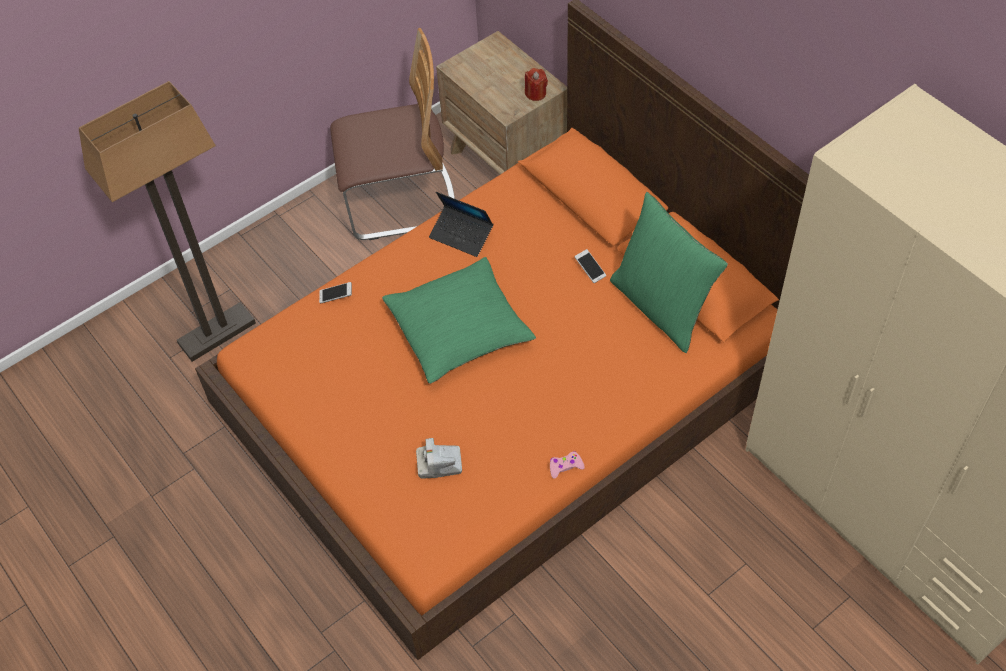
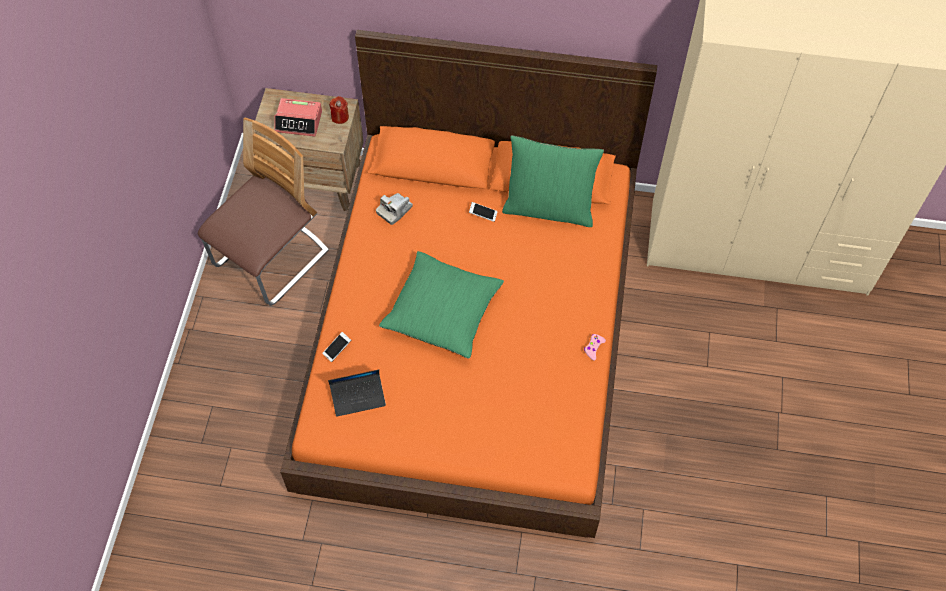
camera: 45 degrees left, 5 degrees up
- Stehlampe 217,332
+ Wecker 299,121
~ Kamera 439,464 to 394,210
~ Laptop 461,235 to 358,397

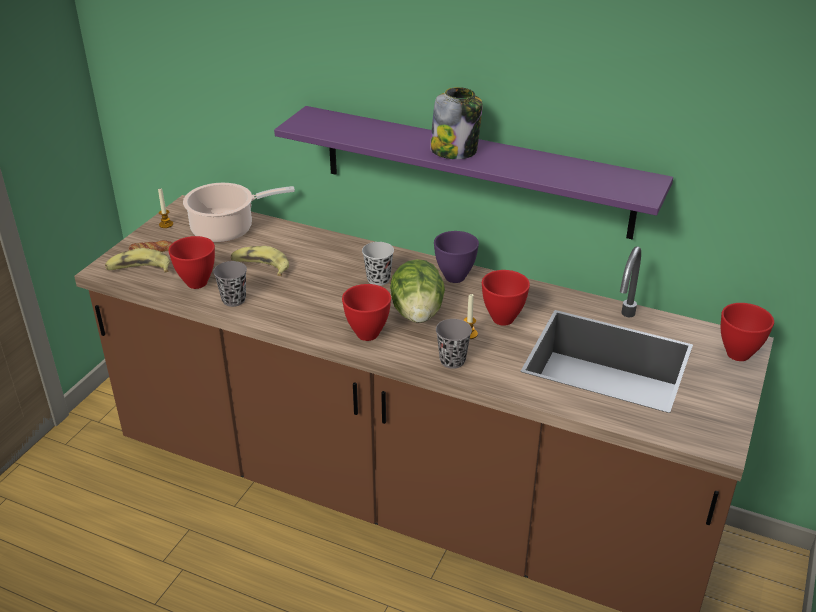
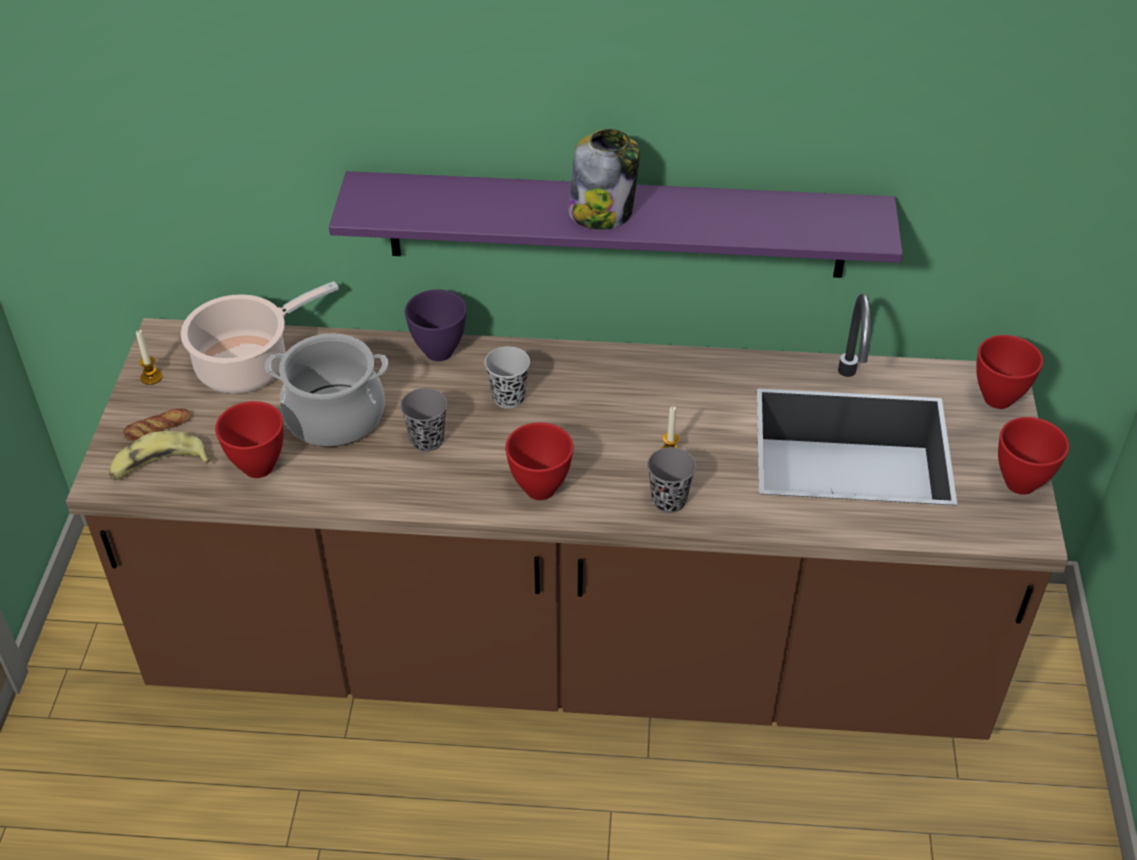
camera: 20 degrees left, 10 degrees up
- Salatkopf 417,313
~ Tasse/grau 234,300 to 427,440
~ Schüssel/lila 454,278 to 439,353
~ Schüssel/rot 503,318 to 1020,482
~ Banane 261,267 to Kochtopf 334,417

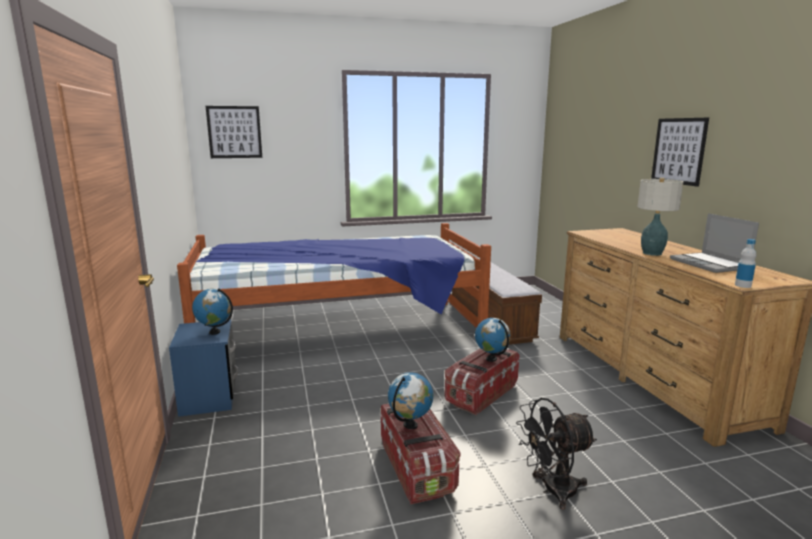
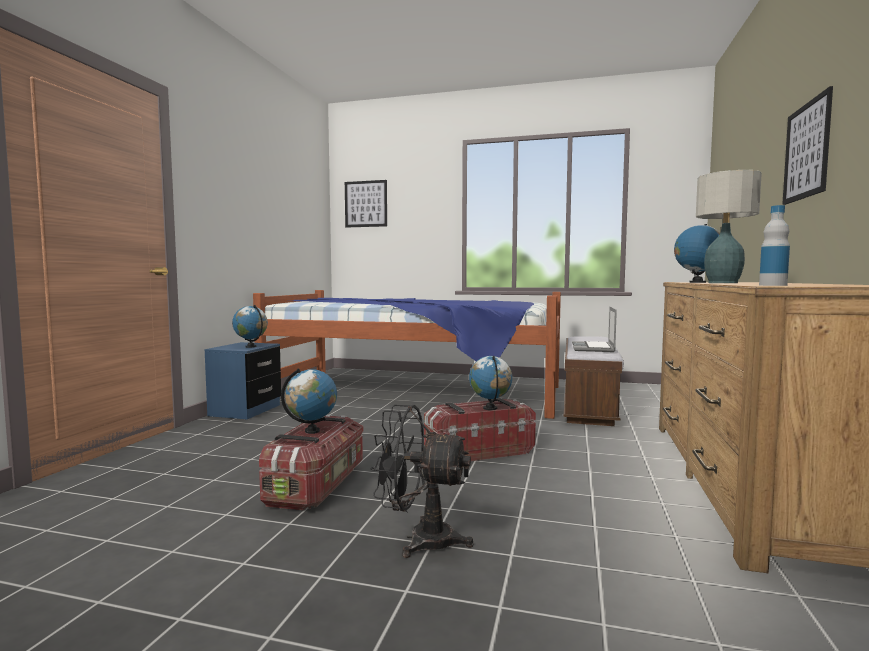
camera: 30 degrees right, 10 degrees down
+ Globus 697,282
~ Laptop 710,264 to 593,348

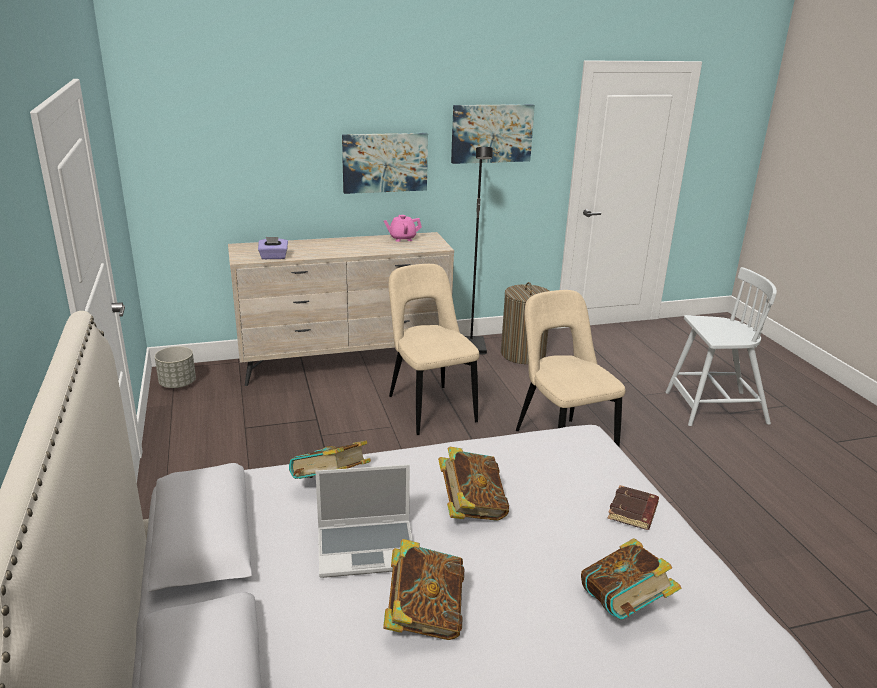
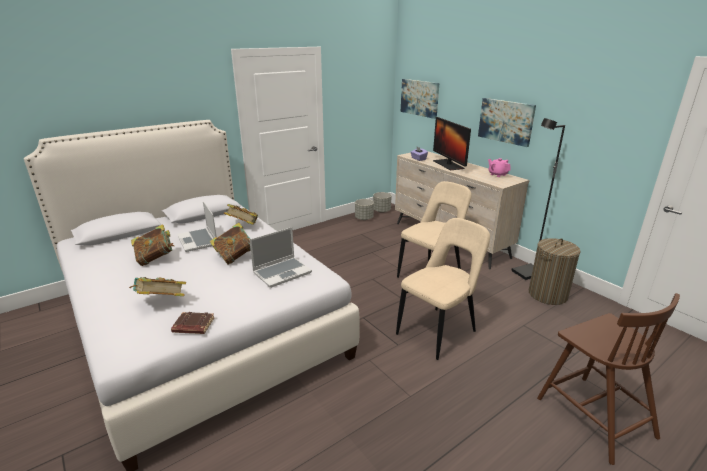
camera: 70 degrees right, 0 degrees up
+ Laptop 282,272
+ Pflanzkübel/grau 364,218
+ Monitor 448,164
~ Bild 491,133 to 419,98
~ Buch/braun 633,512 to 193,326
~ Stuhl/weiß 714,408 to Stuhl/braun 593,415

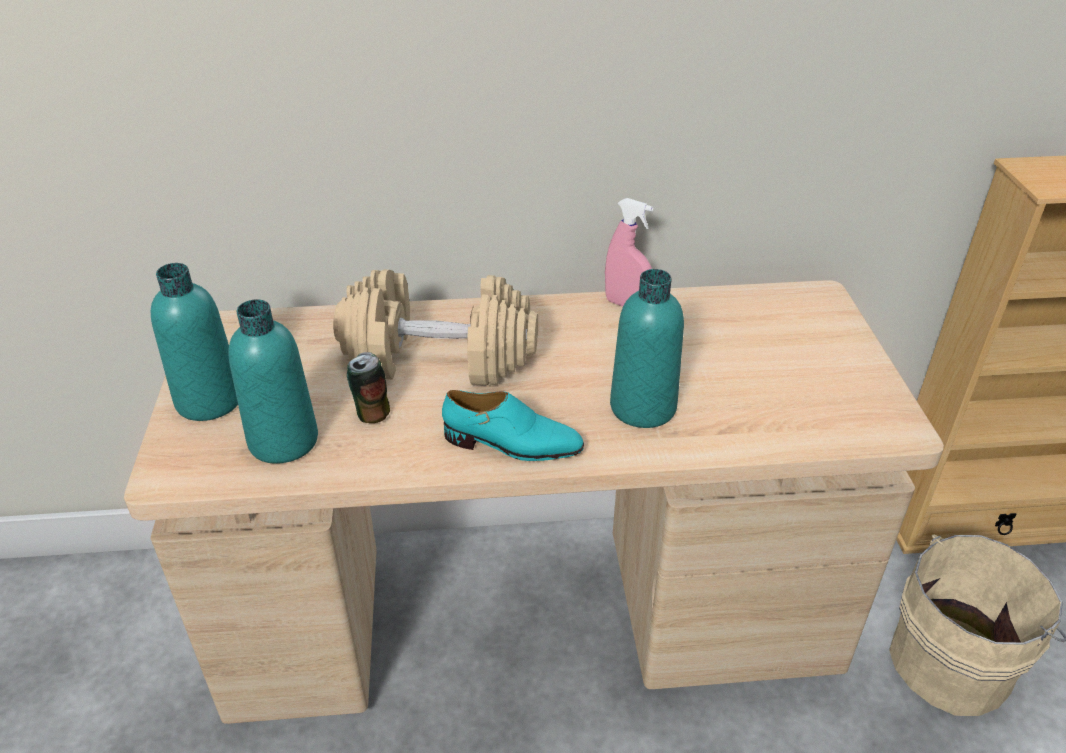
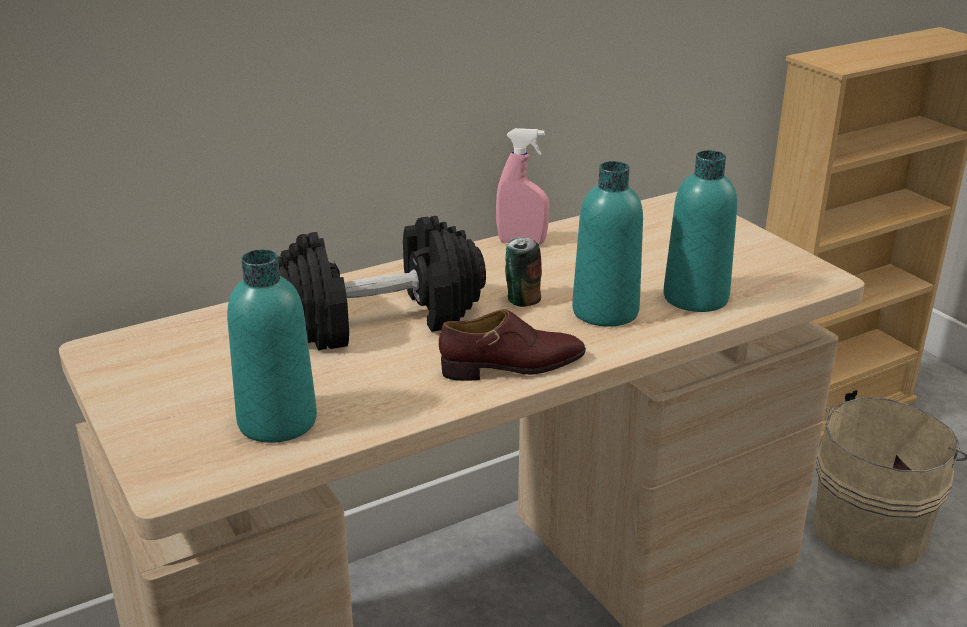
camera: 25 degrees left, 10 degrees down
~ Flasche/türkis 209,400 to 695,298
~ Dose 372,413 to 522,300
~ Hantel/beige 440,357 to Hantel/schwarz 379,318
~ Schuh/türkis 512,444 to Schuh/braun 513,366

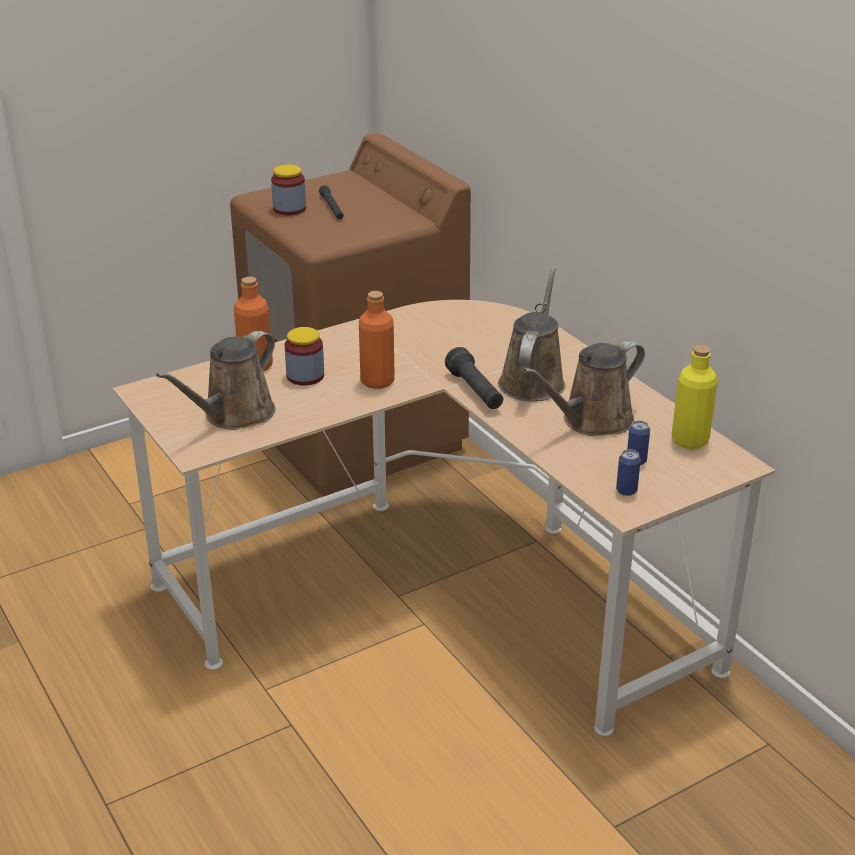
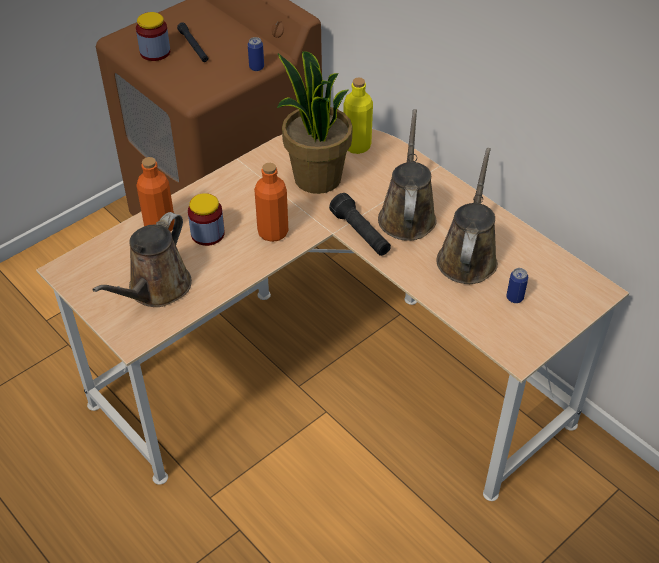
camera: 10 degrees left, 15 degrees up
+ Topfpflanze 316,178
~ Dose 626,491 to 256,67
~ Flasche/gelb 690,440 to 357,146
~ Gießkanne/braun 592,421 = 467,256 150 degrees clockwise

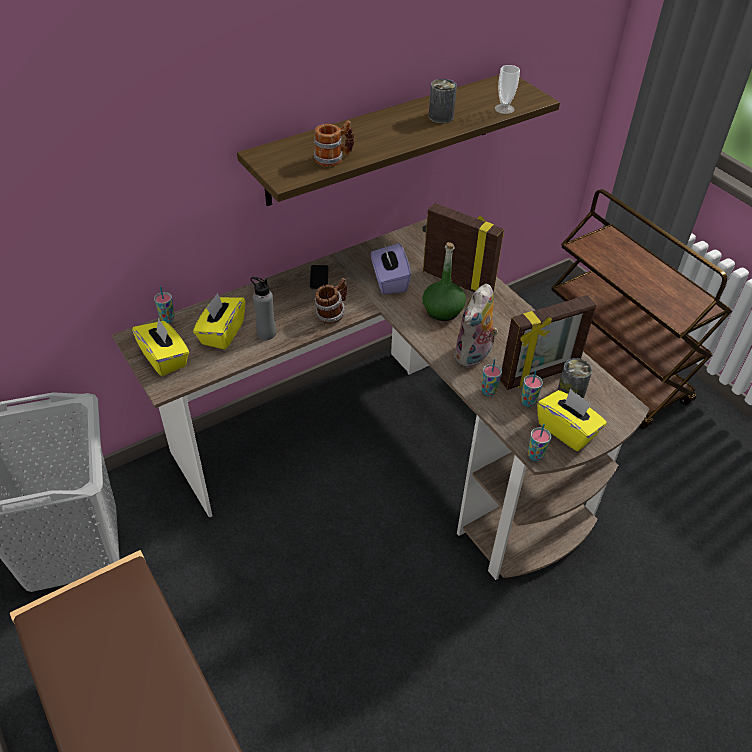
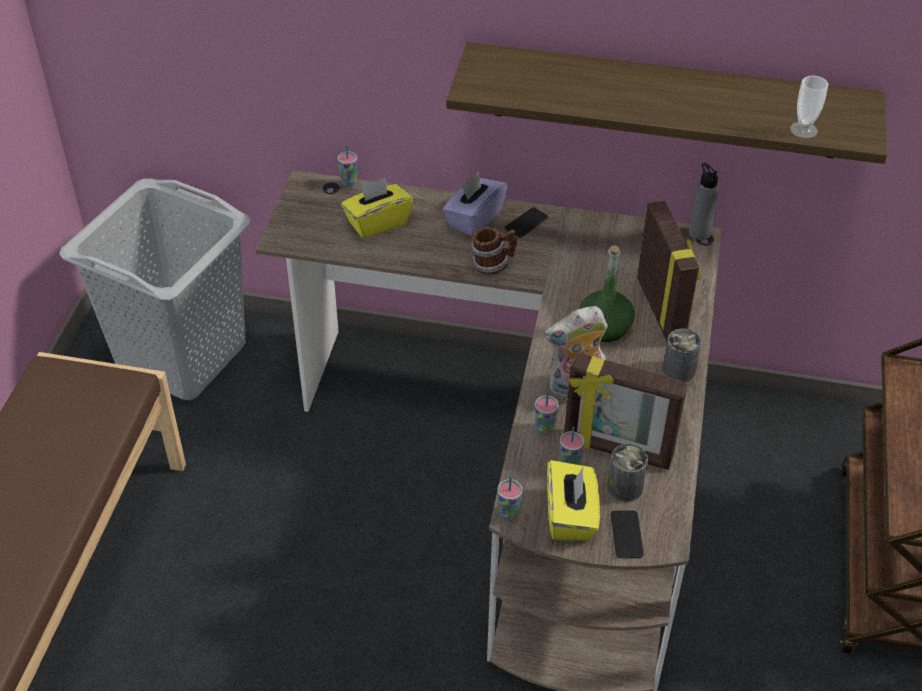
camera: 45 degrees right, 0 degrees up
- Taschentuchbox/gelb 165,358
- Henkelbecher 334,158
+ Handy 626,535
~ Flasche/grau 266,333 to 699,232
~ Taschentuchbox/lila 389,281 to 474,219
~ Dose 441,117 to 679,371

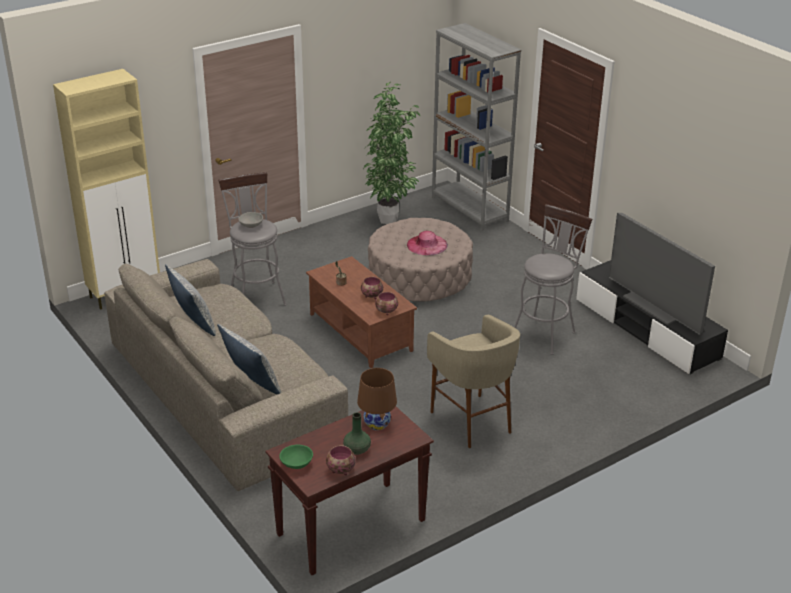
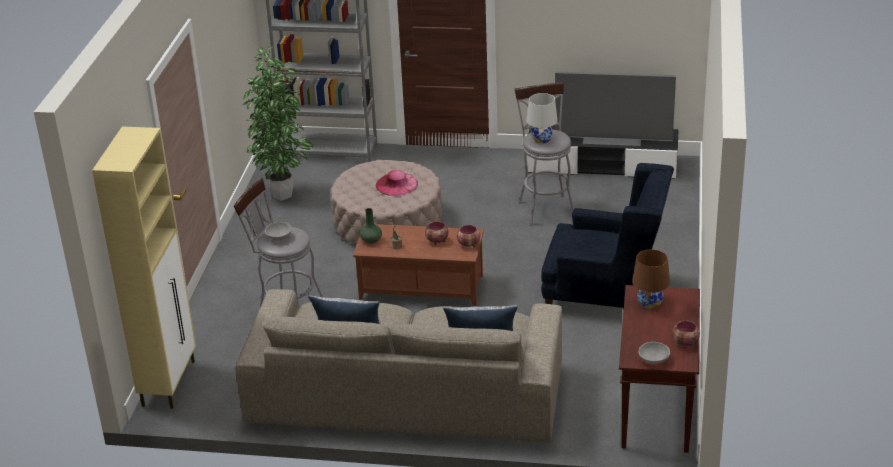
camera: 45 degrees left, 0 degrees up
+ Tischlampe/weiß 542,139
~ Vase/grün 357,450 to 371,240
~ Hocker/beige 472,421 to Sessel/blau 606,293
~ Schüssel/grün 296,464 to Schüssel/grau 654,360

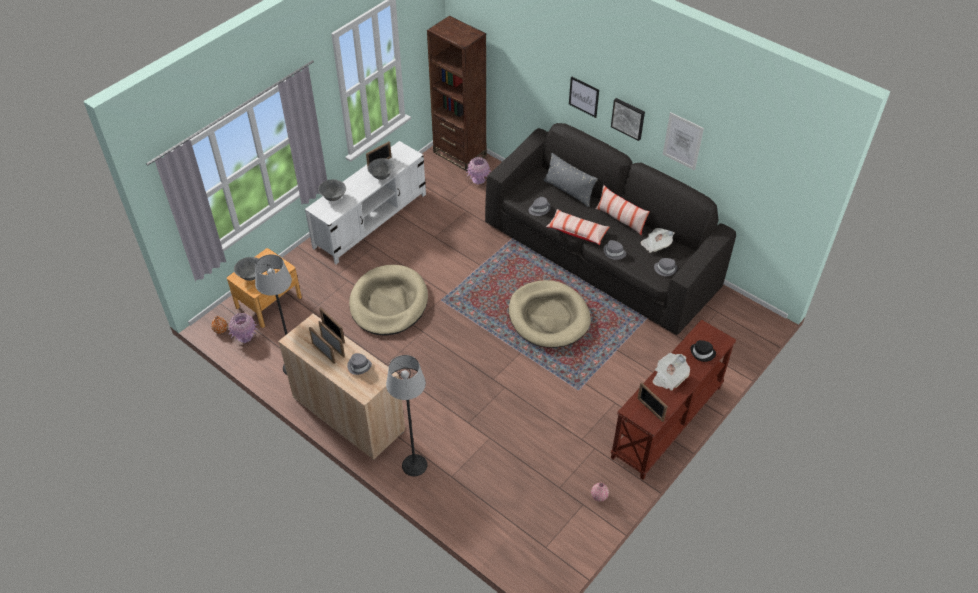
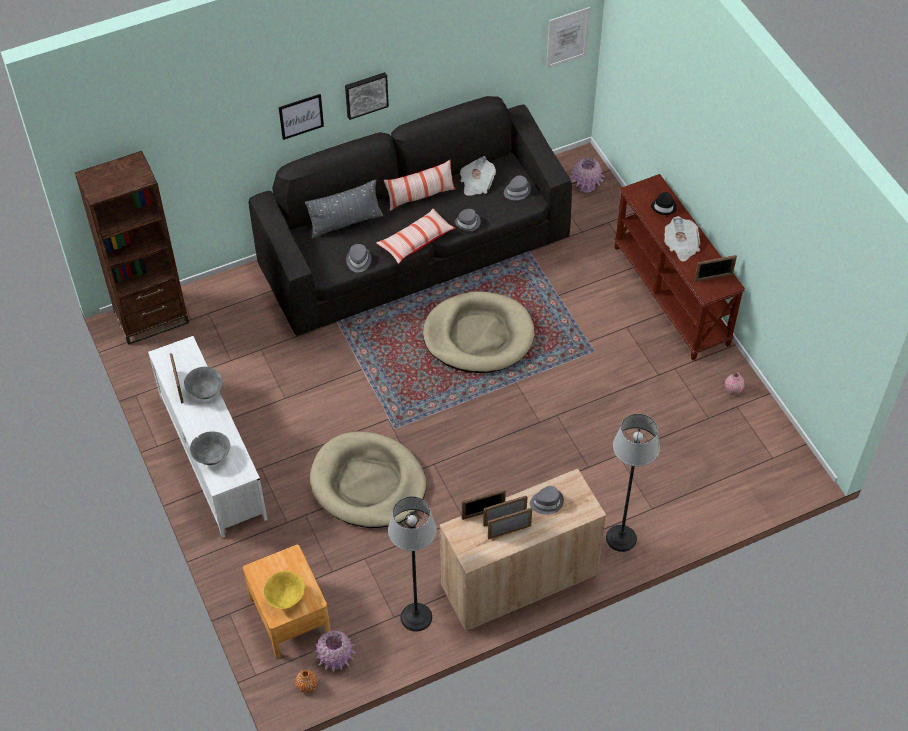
camera: 65 degrees left, 5 degrees up
~ Vase/rosa 478,180 to 586,186
~ Bild 683,141 to 567,37
~ Schüssel/grau 251,276 to Schüssel/gelb 285,598

